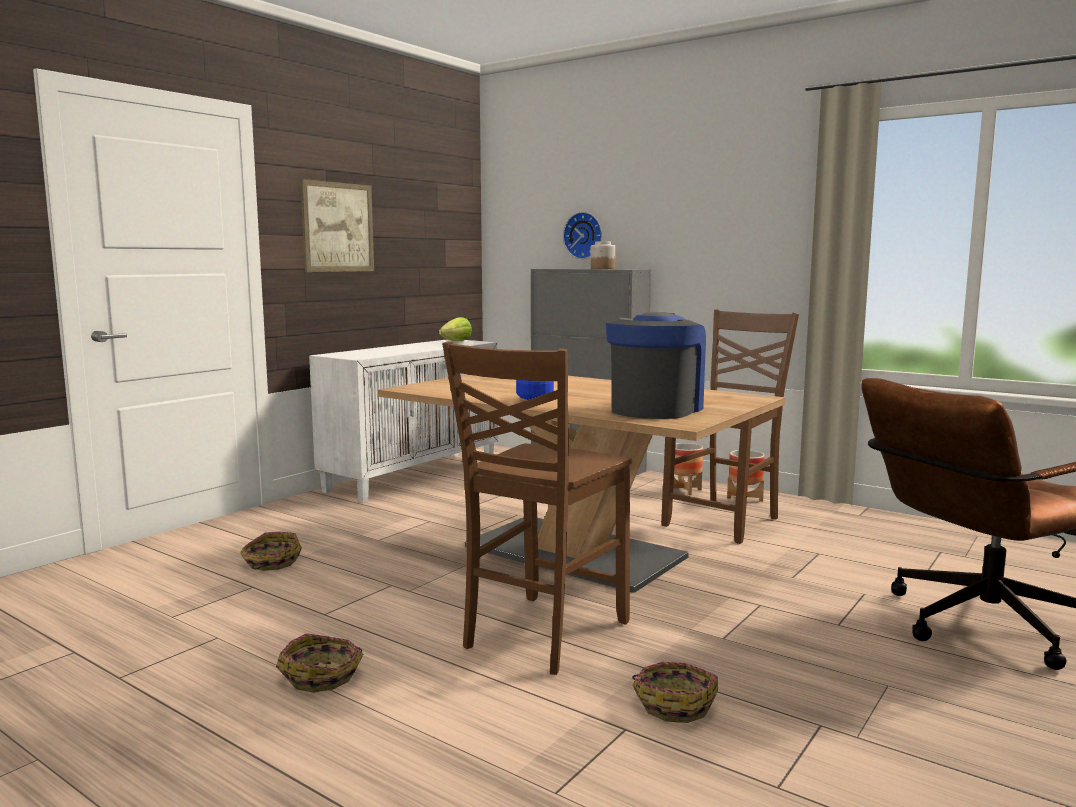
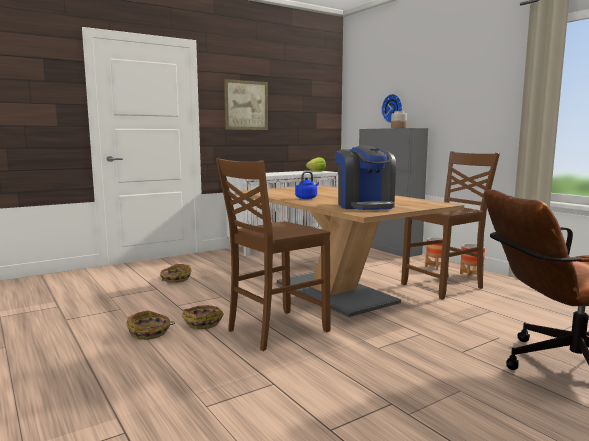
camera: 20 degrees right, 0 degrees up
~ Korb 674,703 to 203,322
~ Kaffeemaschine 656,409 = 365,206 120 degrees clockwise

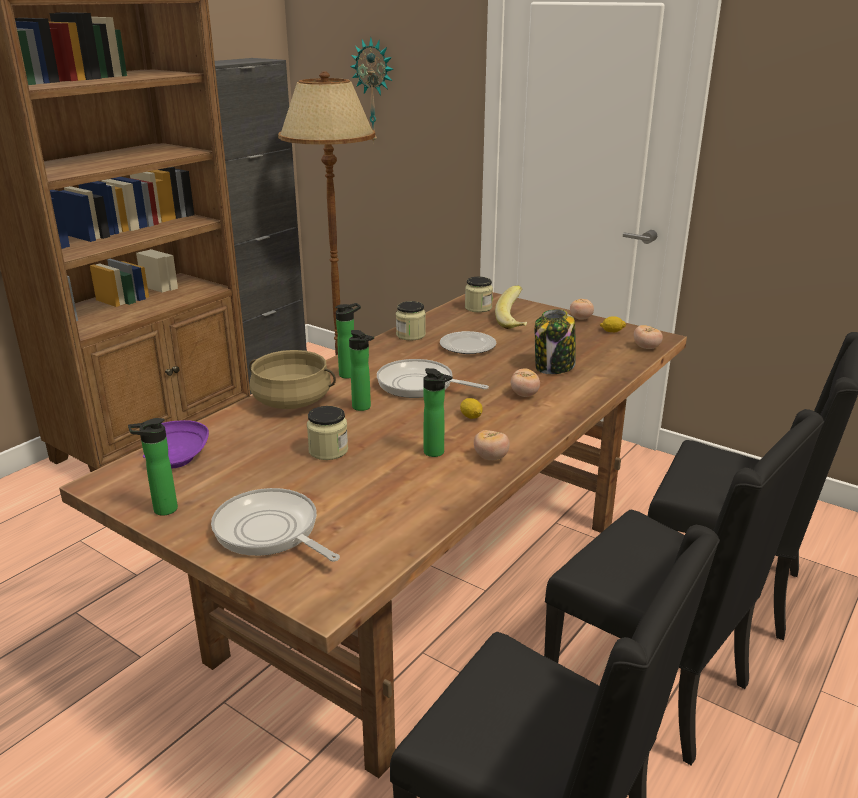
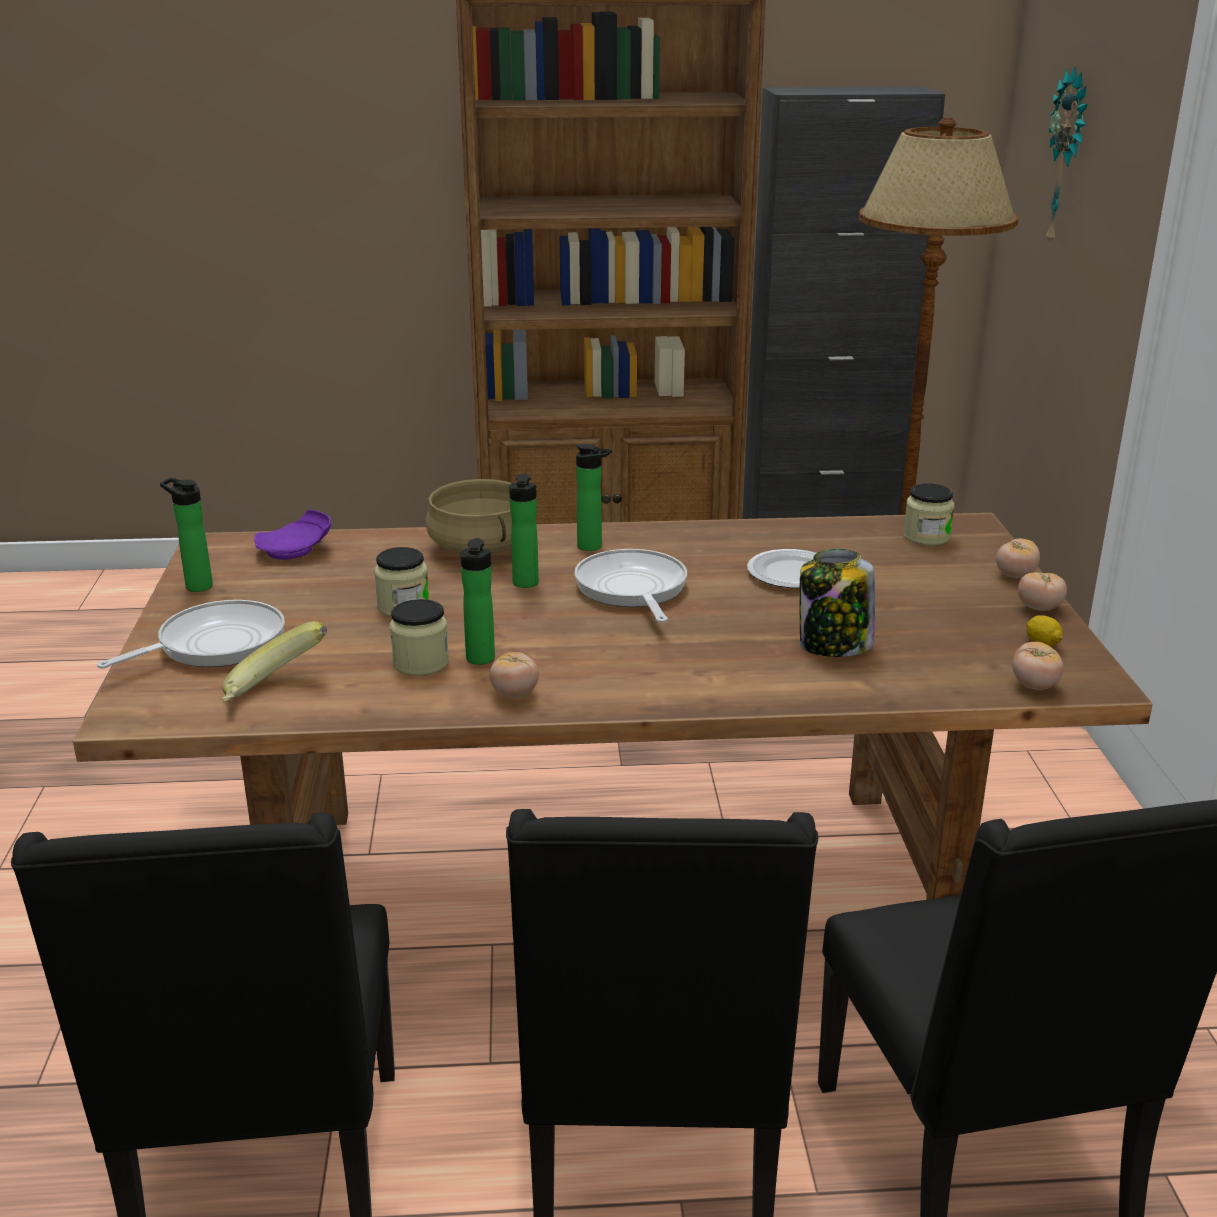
camera: 50 degrees right, 0 degrees up
- Zitrone 471,416
~ Vorratsglas 410,335 to 421,663
~ Banane 515,322 to 275,692
~ Tomate 524,395 to 1015,575
~ Pfanne 270,532 = 214,644 45 degrees clockwise

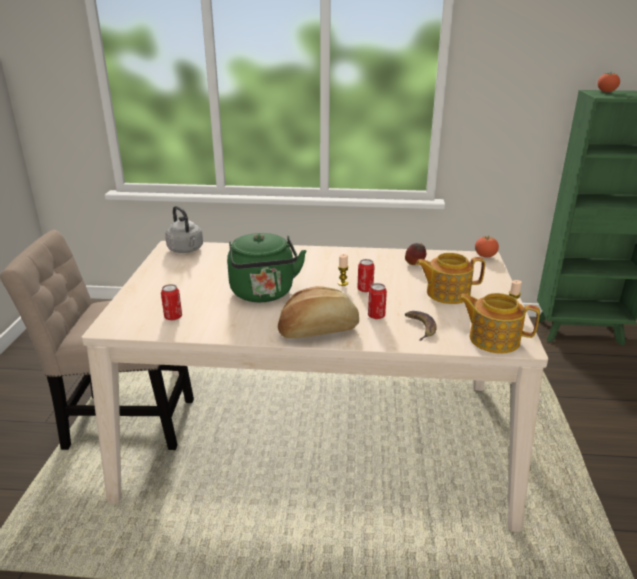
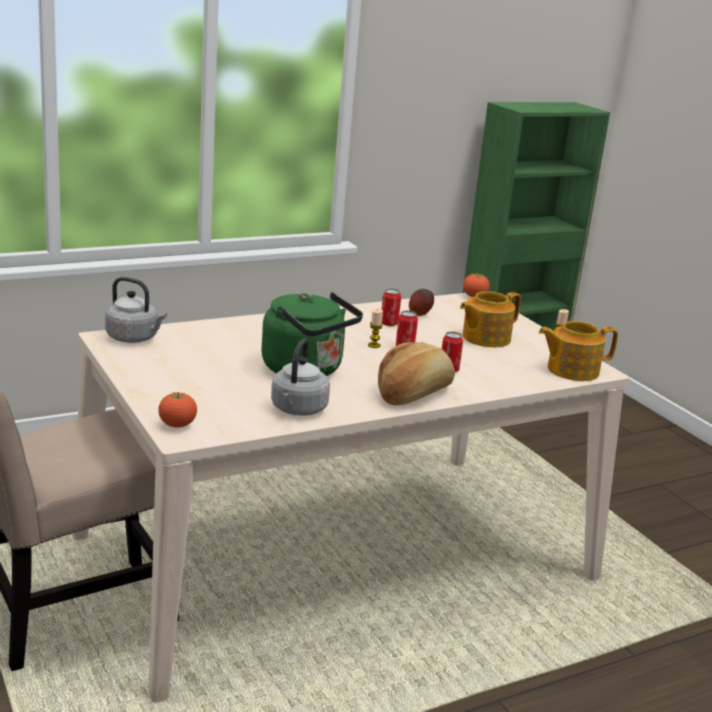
camera: 35 degrees left, 5 degrees down
- Banane 420,327
+ Wasserkessel/grau 298,410
~ Dose 173,317 to 389,324
~ Tomate 606,92 to 177,425

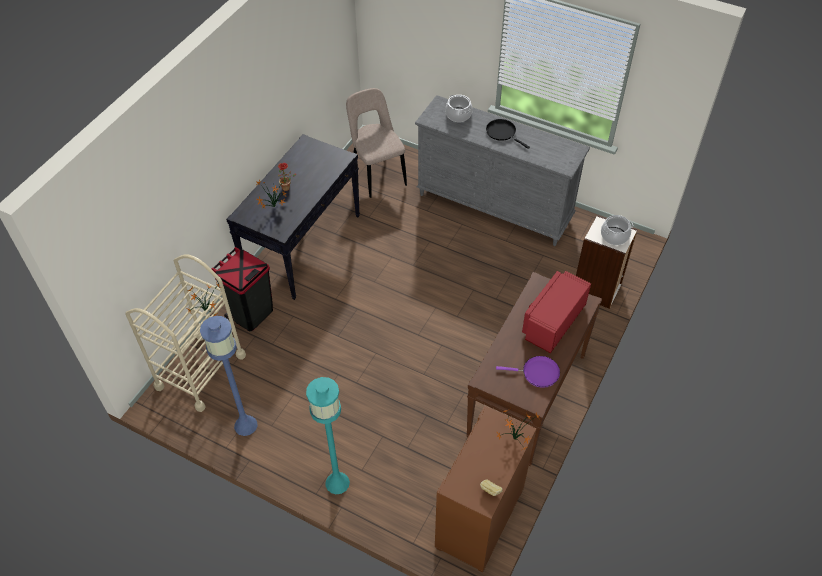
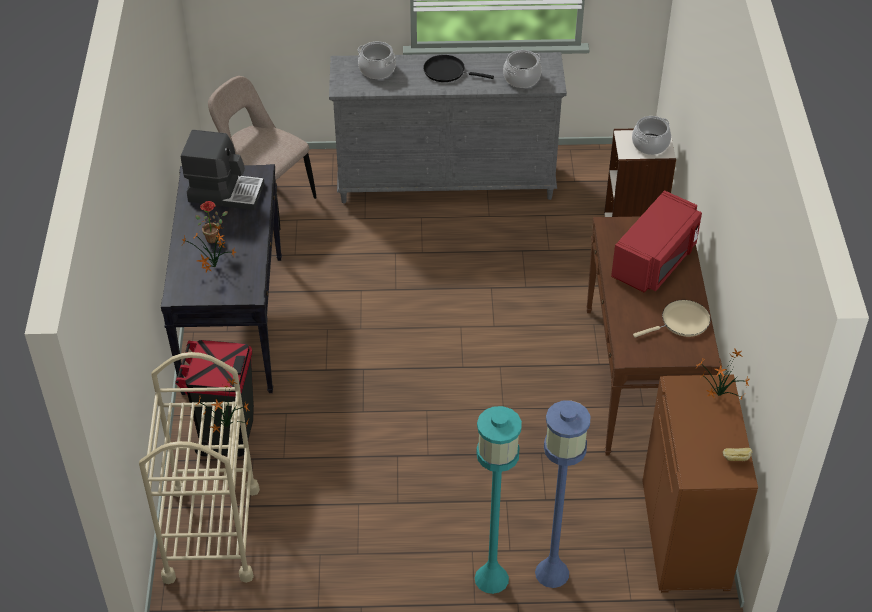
camera: 30 degrees left, 5 degrees down
+ Kaffeemaschine 225,192
+ Kochtopf 521,78
~ Stehlampe/blau 245,425 to 551,573
~ Pfanne/lila 537,373 to Pfanne/beige 681,322
~ Mikrowelle/rot 552,321 = 655,261 150 degrees counterclockwise

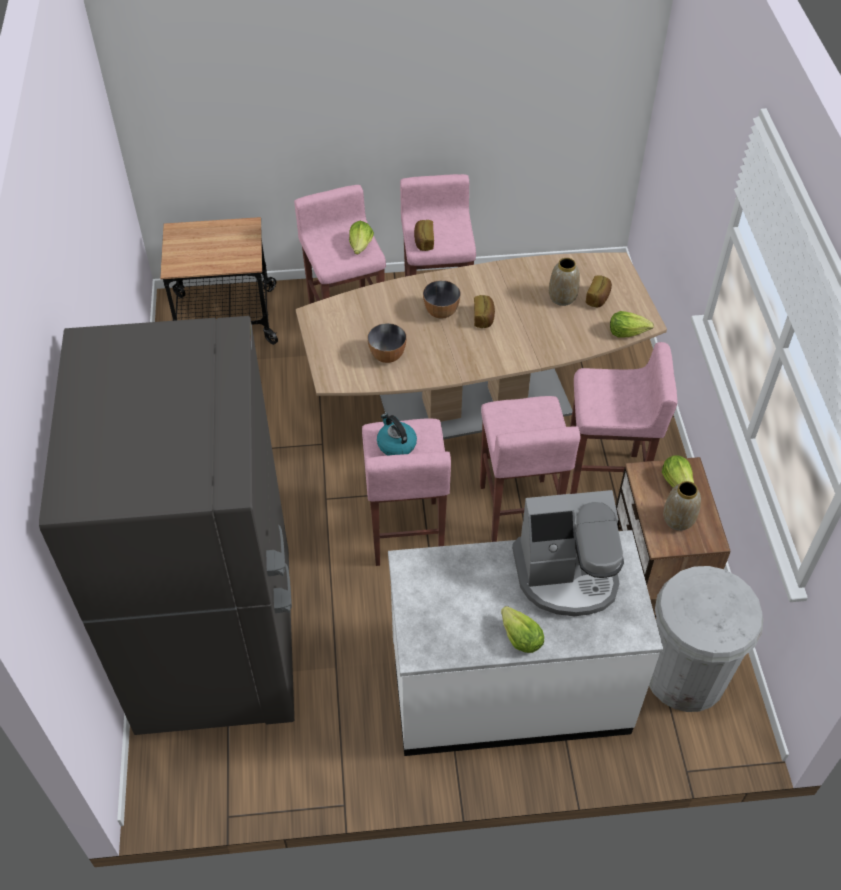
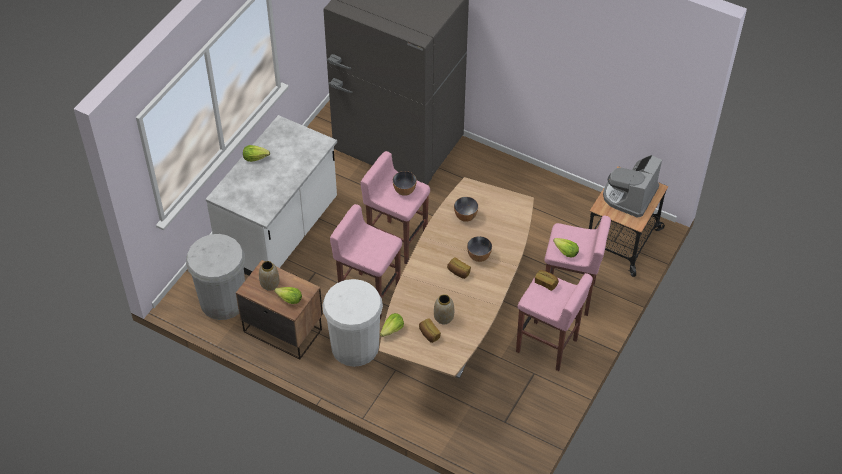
camera: 125 degrees right, 0 degrees up
~ Kaffeemaschine 567,575 to 629,196
~ Wasserkessel 396,444 to Schüssel 404,190
~ Hocker/rosa 605,479 to Mülleimer/weiß 355,346

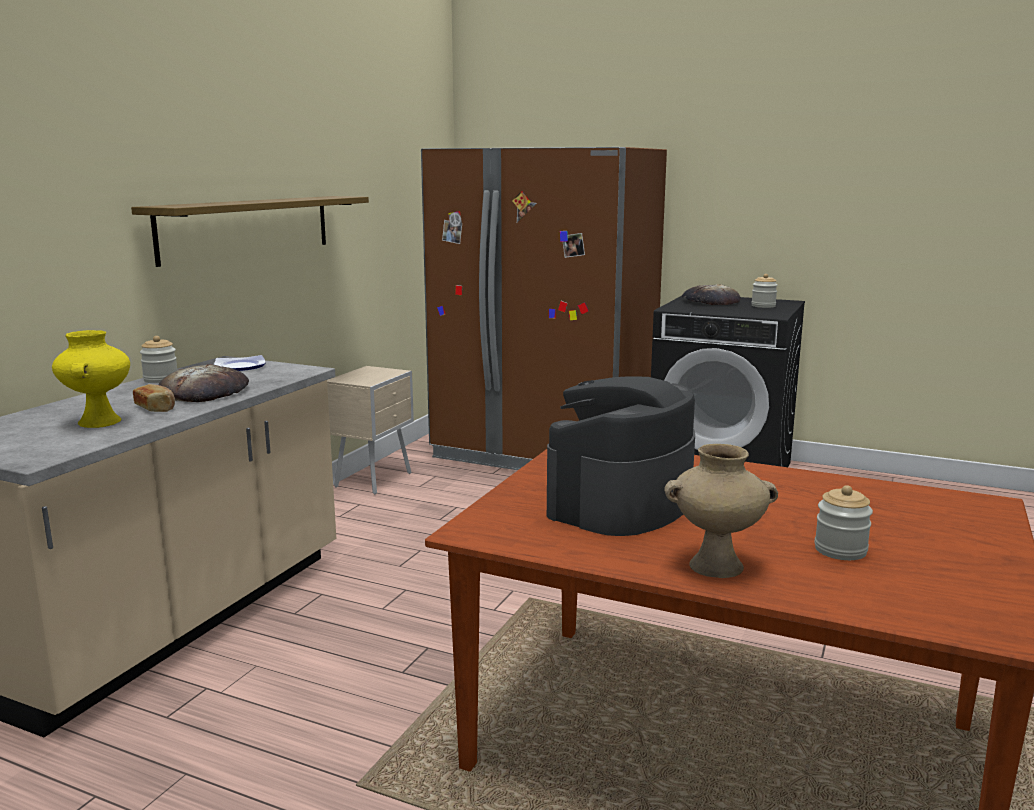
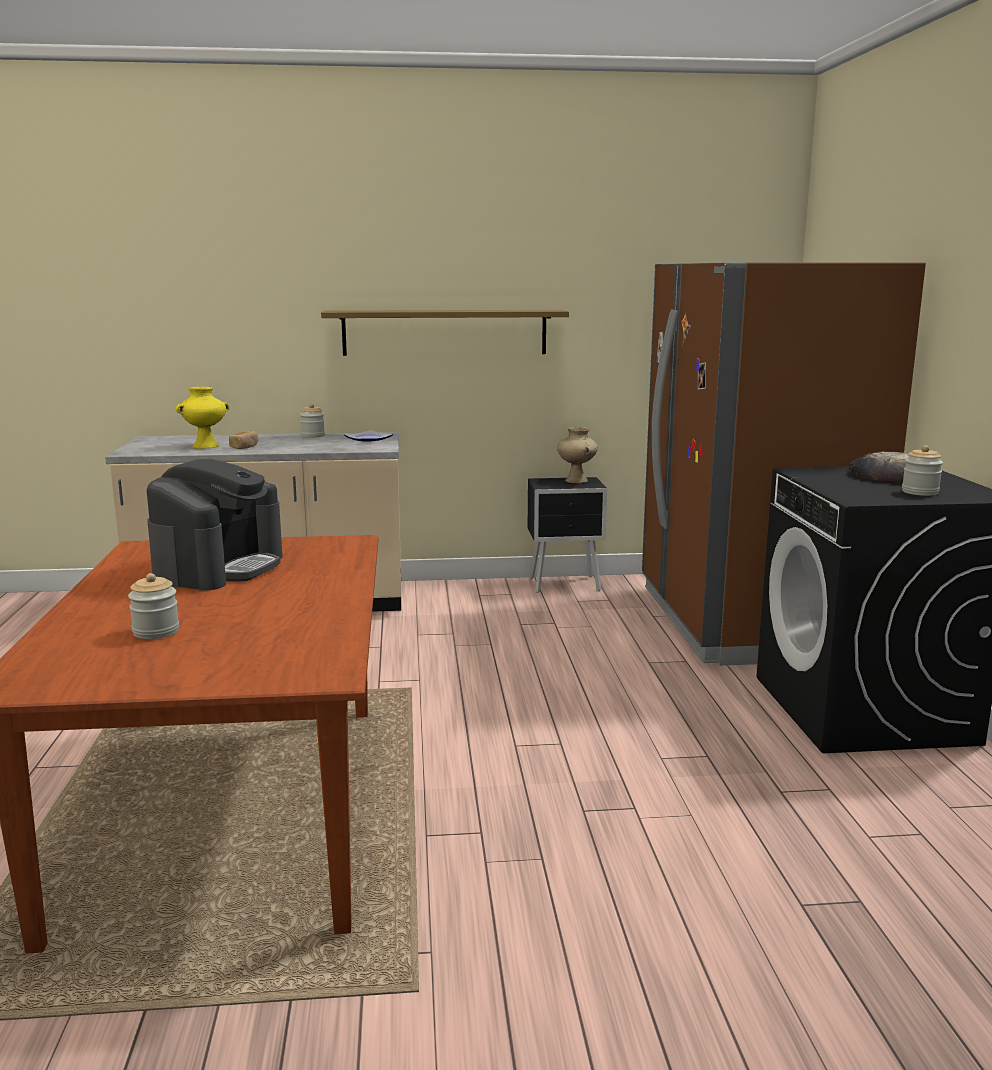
camera: 60 degrees right, 0 degrees up
- Brot 205,391
~ Vase/beige 717,565 to 577,481
~ Nachttisch/beige 375,480 to Nachttisch/schwarz 566,585
~ Kaffeemaschine 620,503 = 220,567 105 degrees clockwise

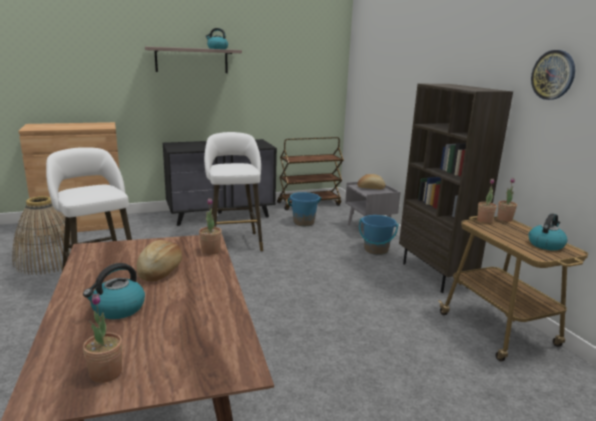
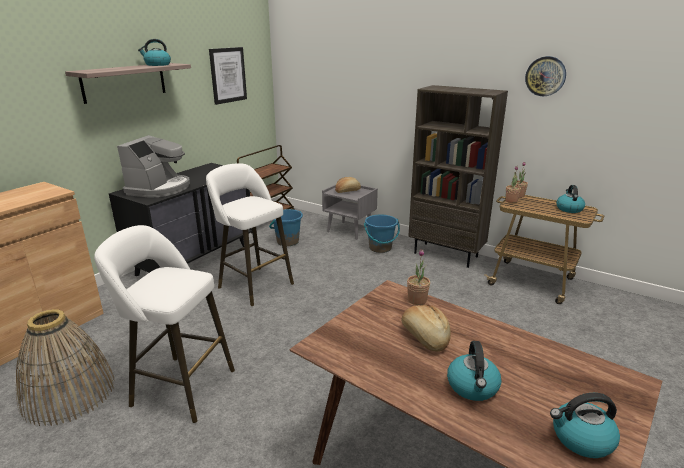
camera: 35 degrees left, 5 degrees up
+ Kaffeemaschine 159,188
+ Bild 228,75
~ Topfpflanze 106,373 to Wasserkessel 581,439

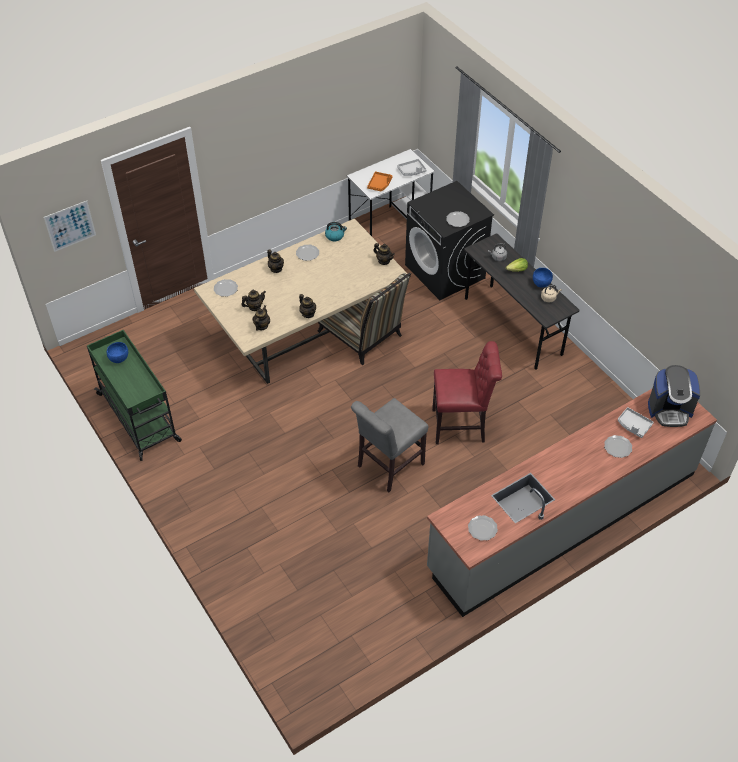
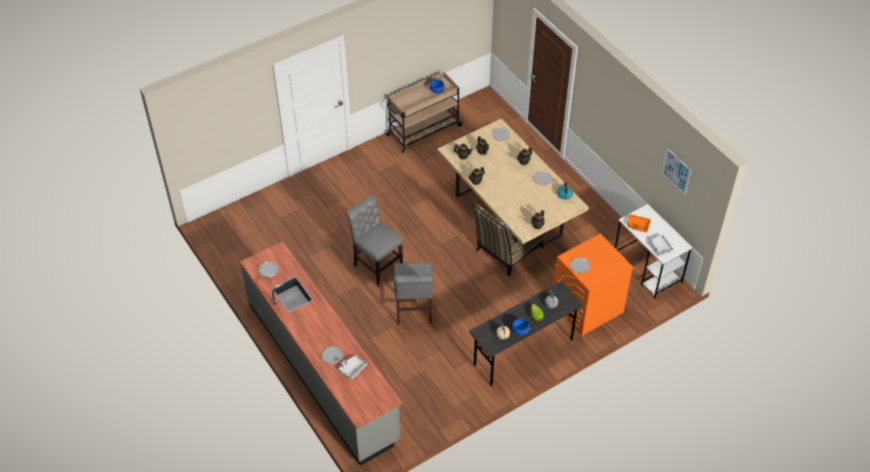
camera: 90 degrees right, 0 degrees up
- Kaffeemaschine 669,410
~ Bild 70,226 to 676,171
~ Rollwagen/grün 139,418 to Rollwagen/beige 423,131
~ Waschmaschine/schwarz 445,272 to Waschmaschine/orange 587,307
~ Stuhl/rot 461,426 to Stuhl/grau 413,311

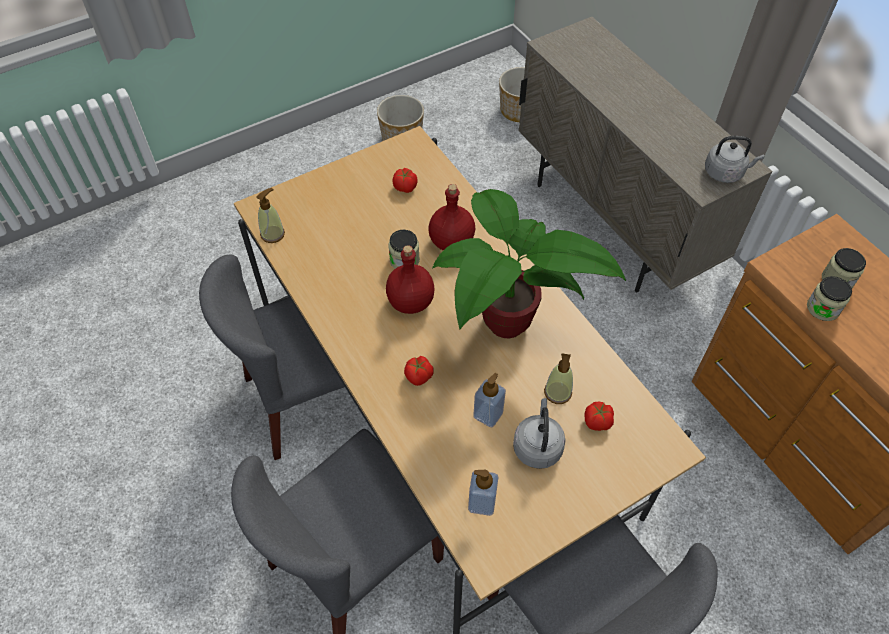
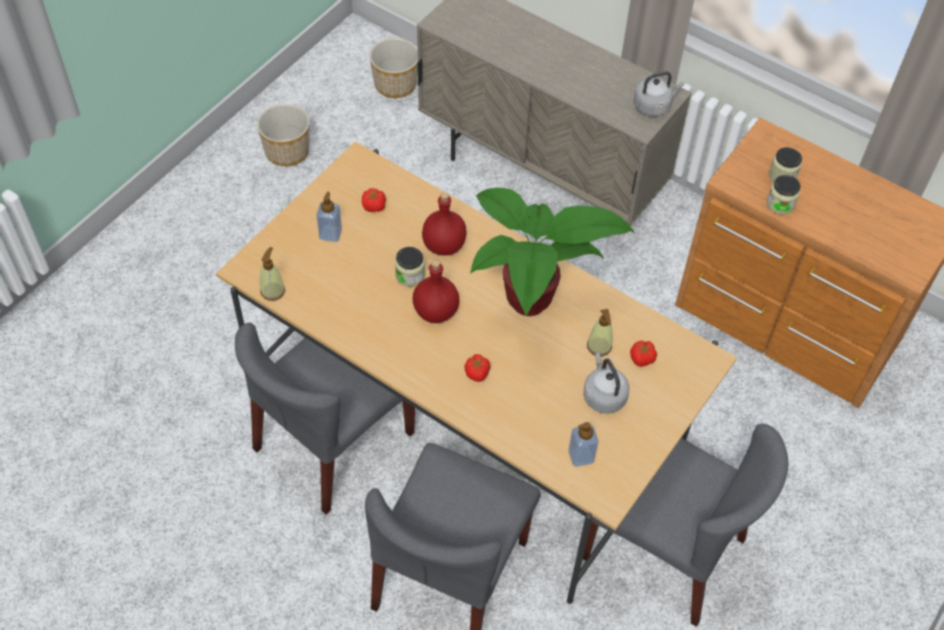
camera: 25 degrees left, 0 degrees up
~ Seifenspender 488,414 to 330,234

